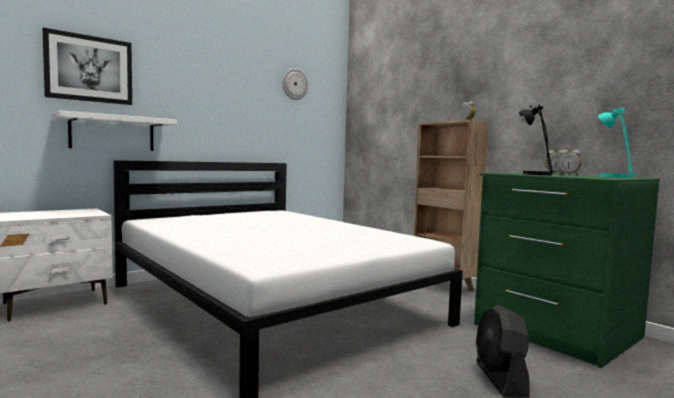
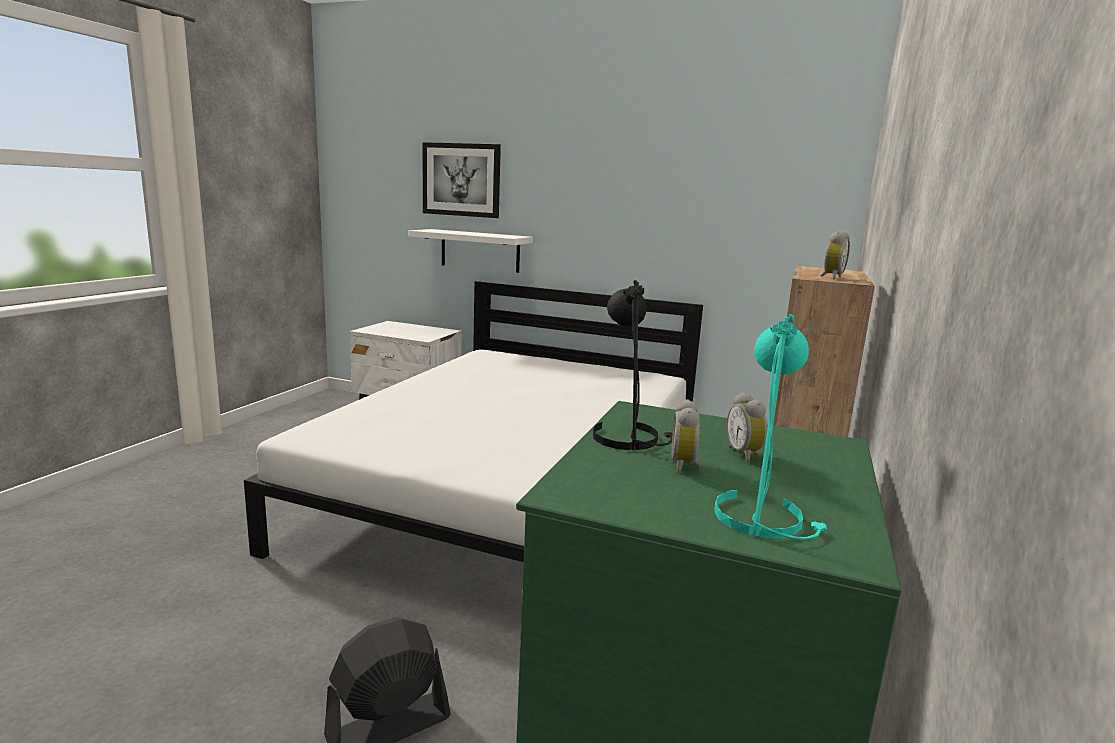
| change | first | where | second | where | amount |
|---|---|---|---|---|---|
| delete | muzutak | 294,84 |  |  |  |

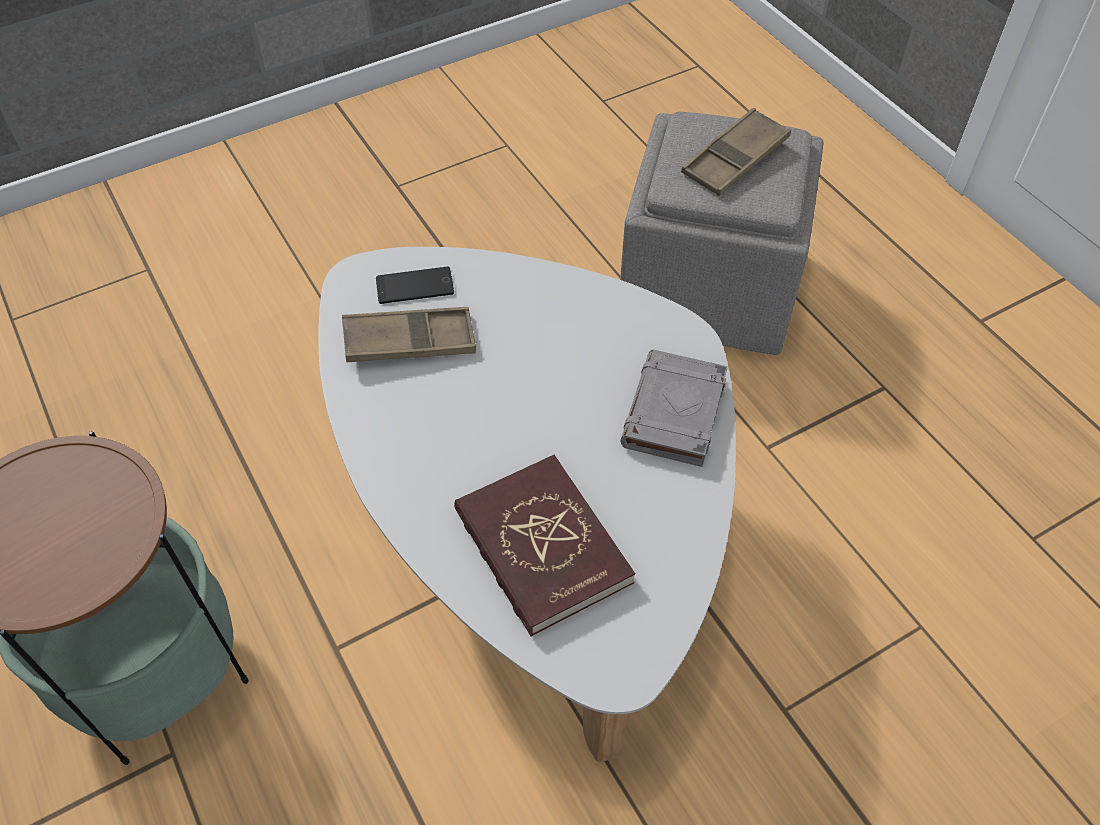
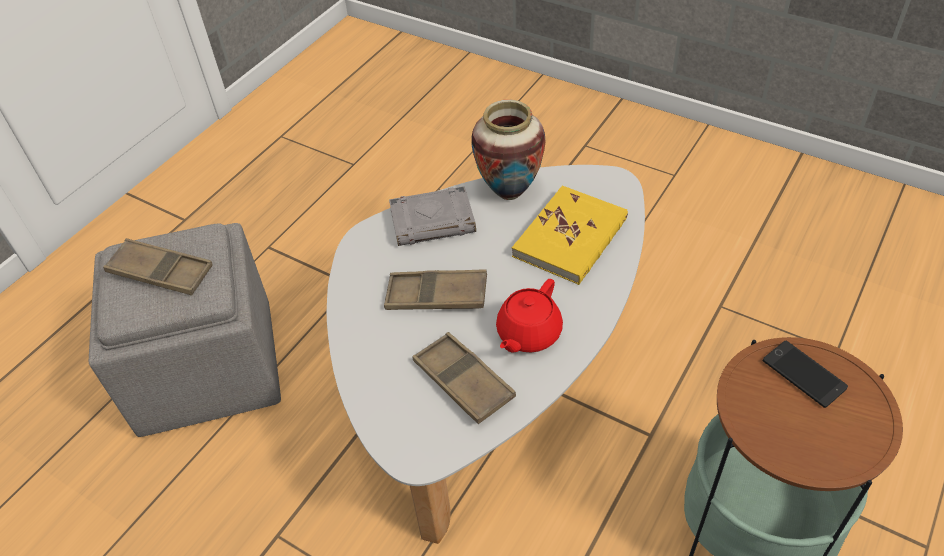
| change | first | where | second | where | amount |
|---|---|---|---|---|---|
| insert |  |  | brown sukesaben | 436,296 |  |
| insert |  |  | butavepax | 509,193 |  |
| insert |  |  | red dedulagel | 528,334 |  |
| move | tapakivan | 415,286 |  | 804,374 |  |
| recolor | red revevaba | 541,547 | yellow revevaba | 570,238 |  |

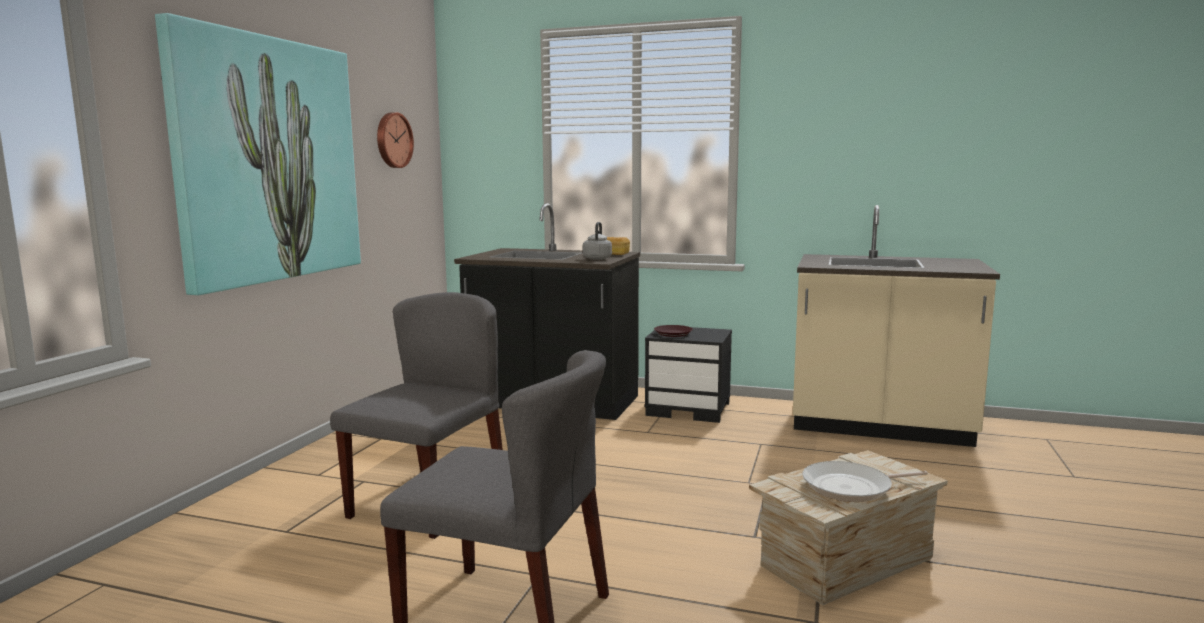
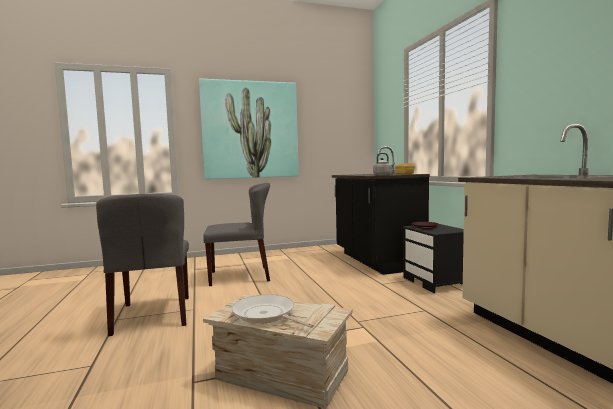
| change | first | where | second | where | amount |
|---|---|---|---|---|---|
| delete | muzutak | 393,140 |  |  |  |

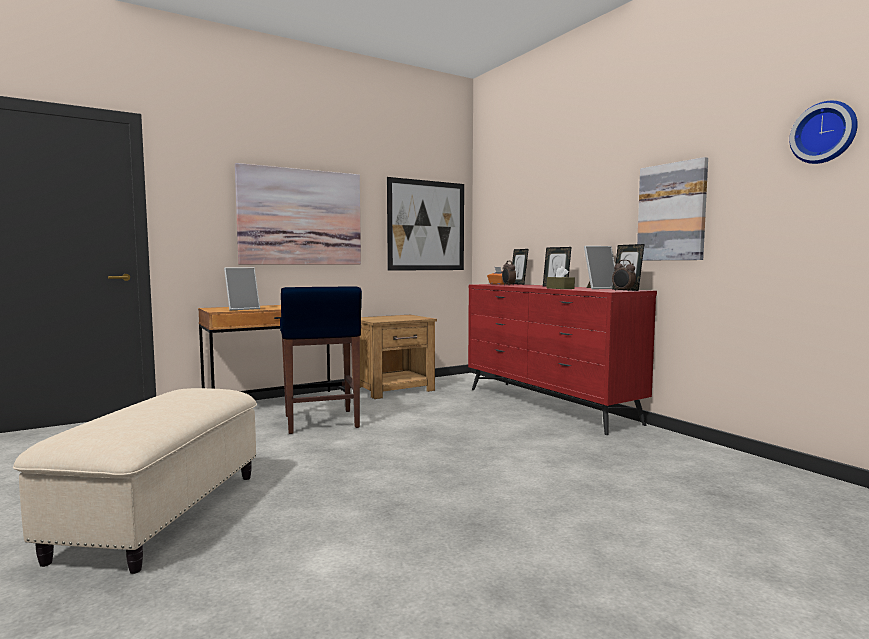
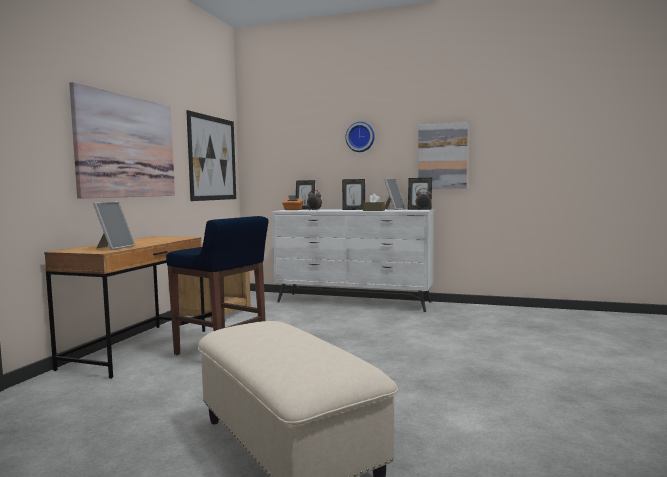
| change | first | where | second | where | amount |
|---|---|---|---|---|---|
| move | muzutak | 824,133 |  | 360,137 |  |
| recolor | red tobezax | 548,405 | white tobezax | 353,302 |  |

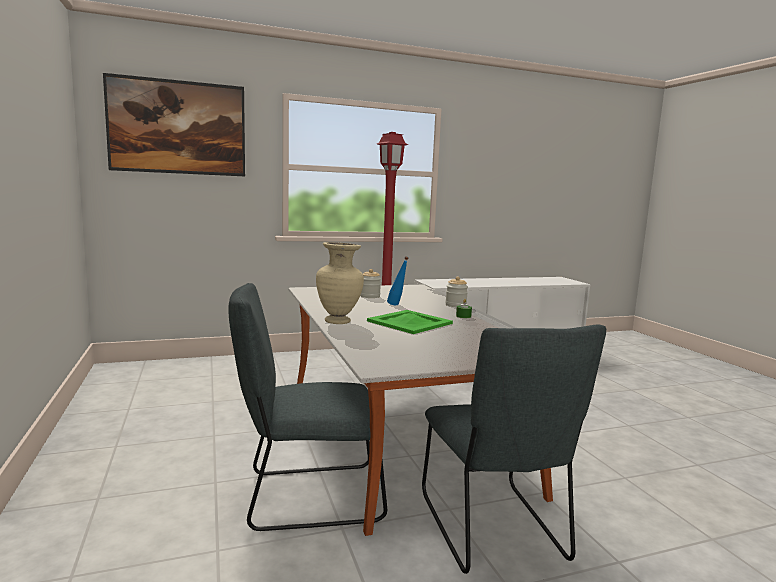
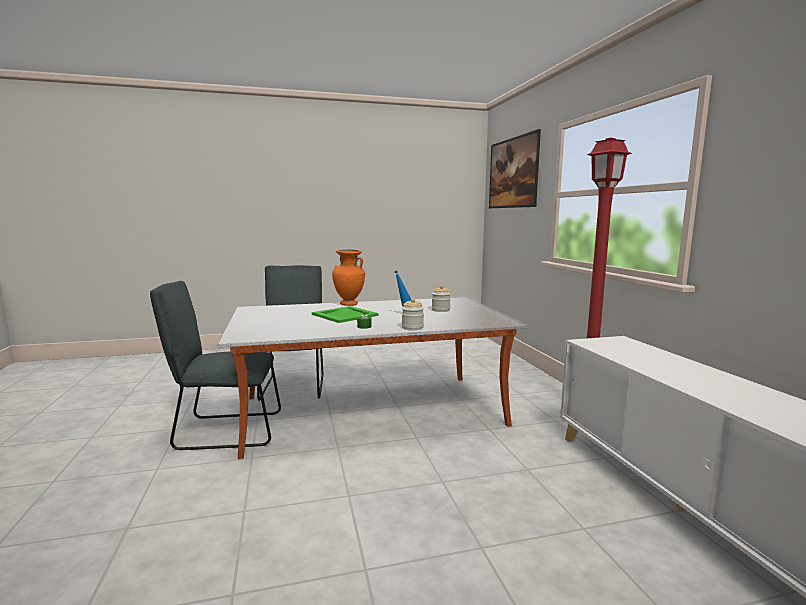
| change | first | where | second | where | amount |
|---|---|---|---|---|---|
| recolor | beige butavepax | 339,322 | orange butavepax | 349,304 |  |

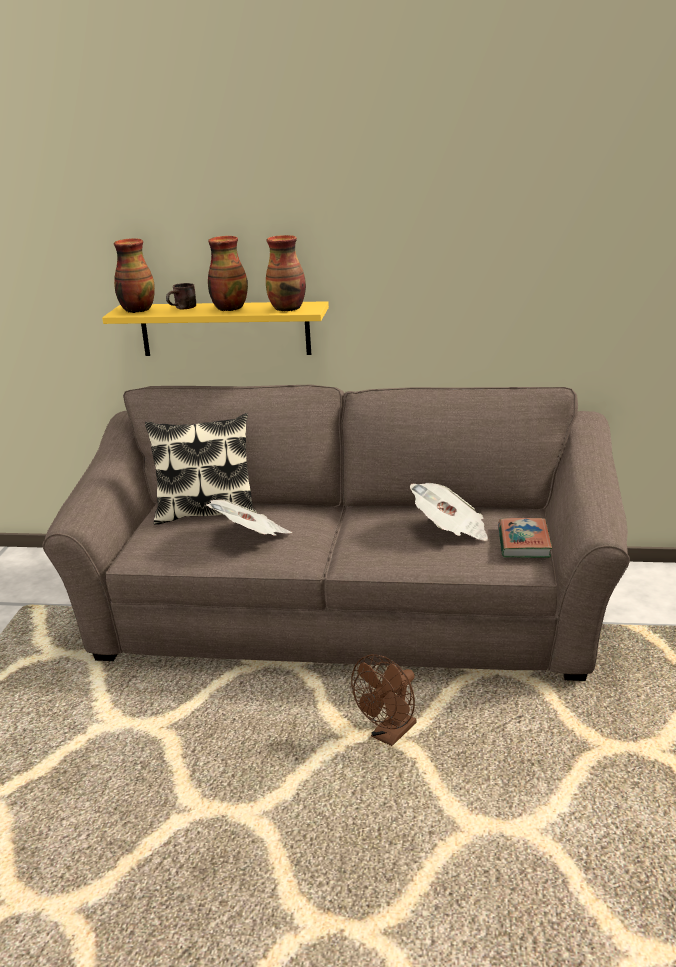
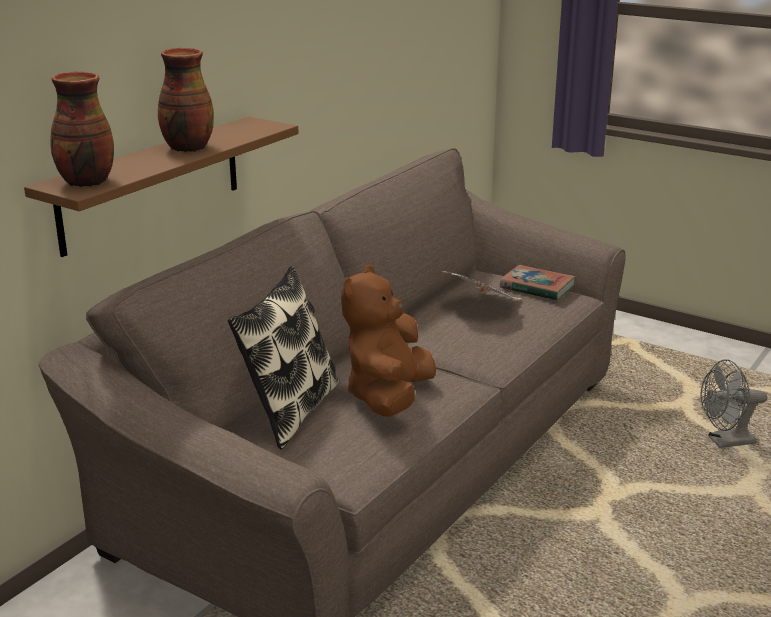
| change | first | where | second | where | amount |
|---|---|---|---|---|---|
| delete | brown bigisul | 183,308 |  |  |  |
| delete | butavepax | 288,308 |  |  |  |
| delete | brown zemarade | 389,735 |  |  |  |
| insert |  |  | grey zemarade | 725,442 |  |
| replace | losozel | 251,537 | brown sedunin | 388,397 |  |
| recolor | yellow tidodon | 225,329 | brown tidodon | 151,184 |  |

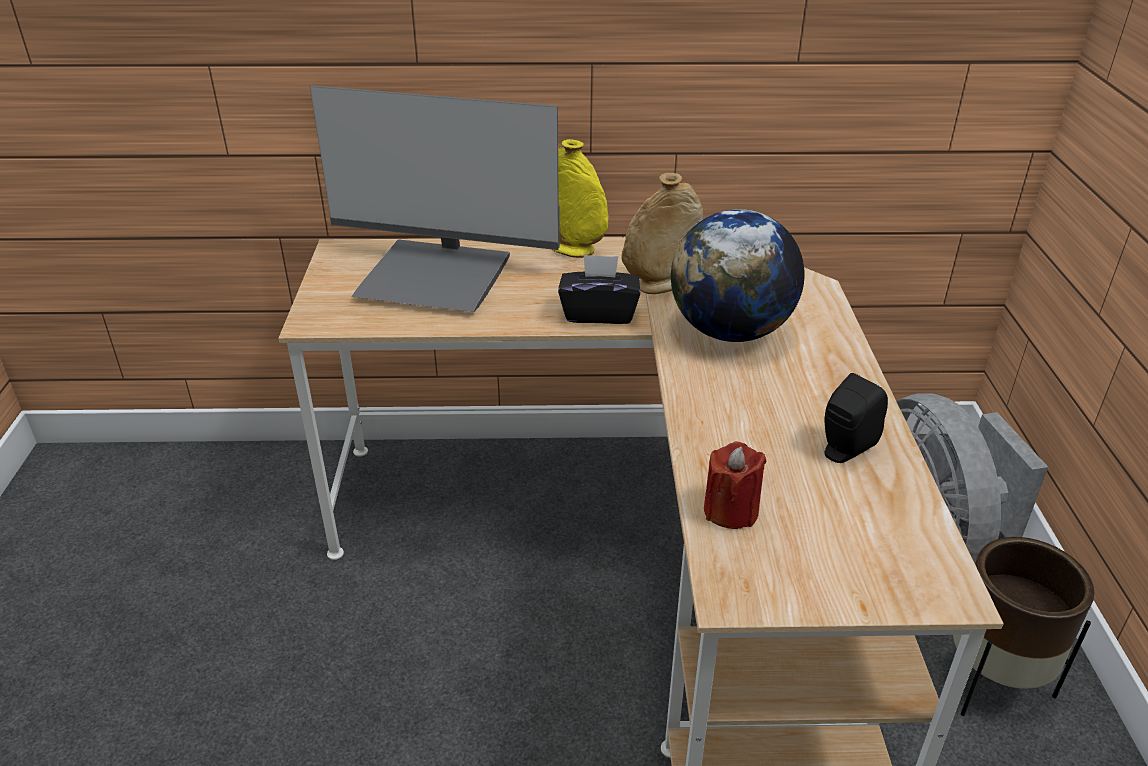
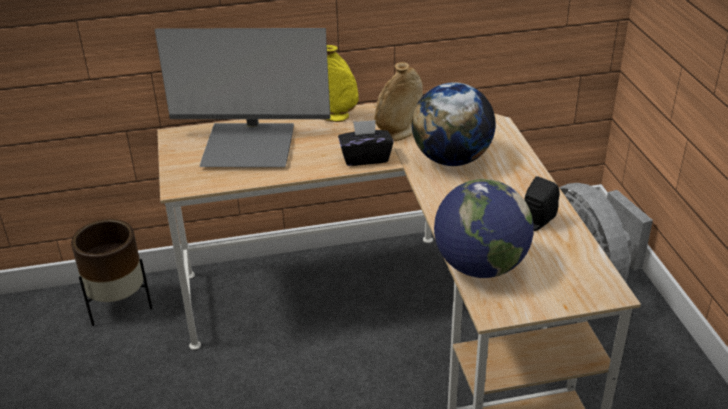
| change | first | where | second | where | amount |
|---|---|---|---|---|---|
| move | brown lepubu | 991,681 |  | 118,306 |  |
| replace | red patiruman | 730,511 | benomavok | 480,266 |  |

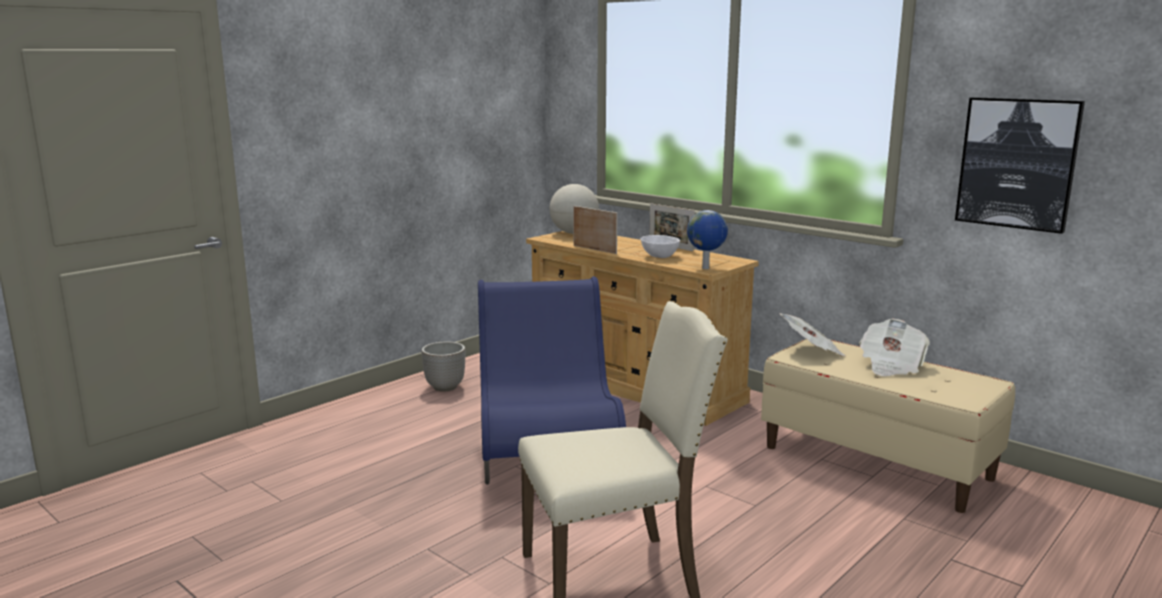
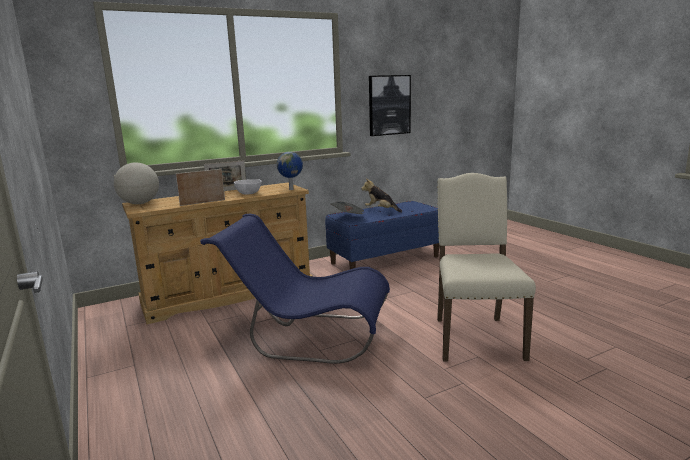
| change | first | where | second | where | amount |
|---|---|---|---|---|---|
| delete | lepubu | 445,387 |  |  |  |
| replace | losozel | 891,366 | sedunin | 381,210 |  |
| recolor | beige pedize | 877,462 | blue pedize | 385,260 |  |

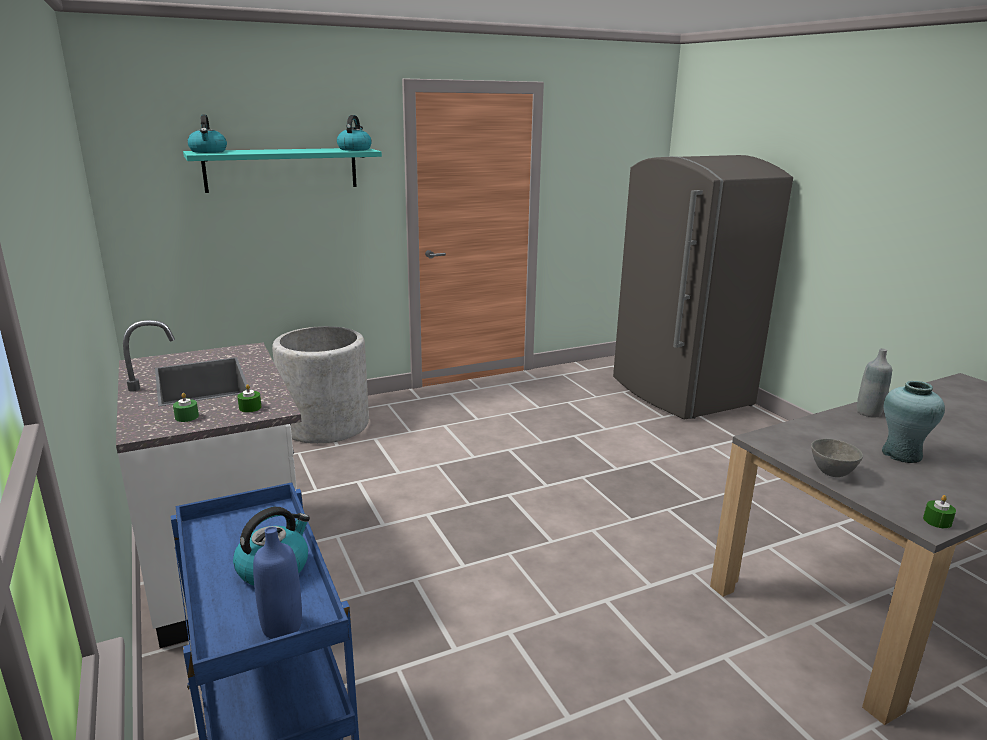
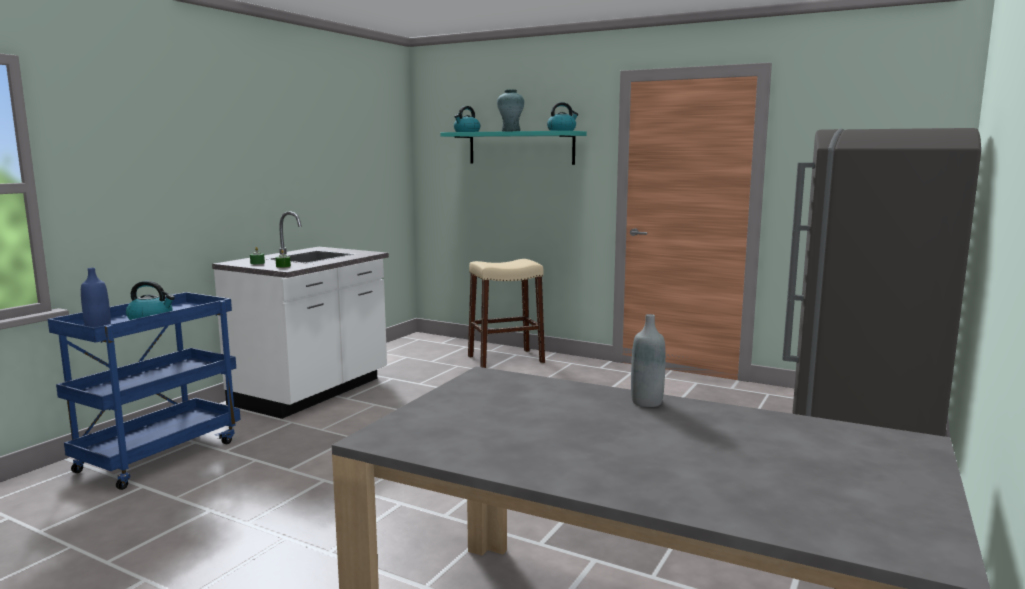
| change | first | where | second | where | amount |
|---|---|---|---|---|---|
| delete | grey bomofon | 831,473 |  |  |  |
| delete | green patiruman | 937,521 |  |  |  |
| move | turquoise butavepax | 902,454 |  | 510,131 |  |
| replace | grey lepubu | 325,425 | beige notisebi | 506,359 |  |

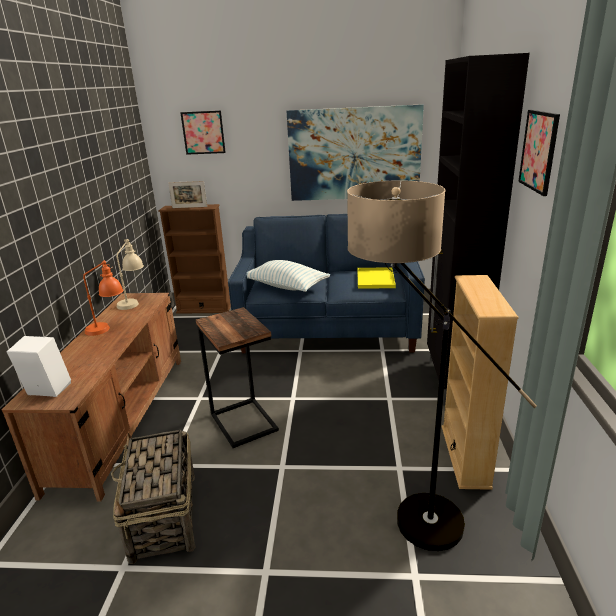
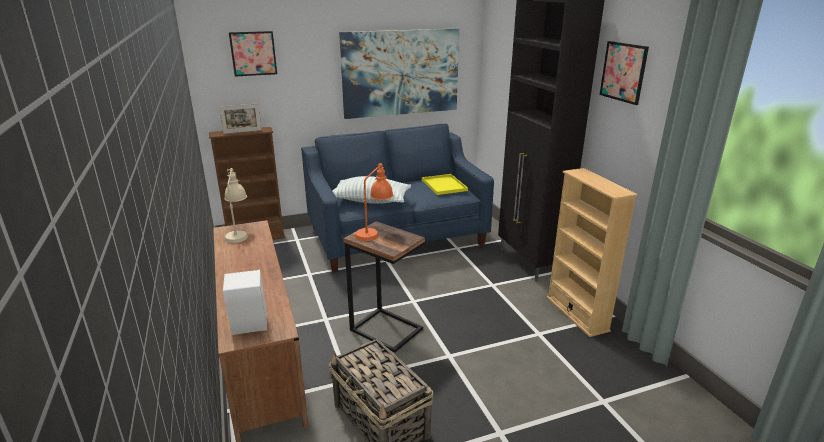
| change | first | where | second | where | amount |
|---|---|---|---|---|---|
| delete | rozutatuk | 405,510 |  |  |  |
| move | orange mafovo | 108,327 |  | 374,232 |  |

